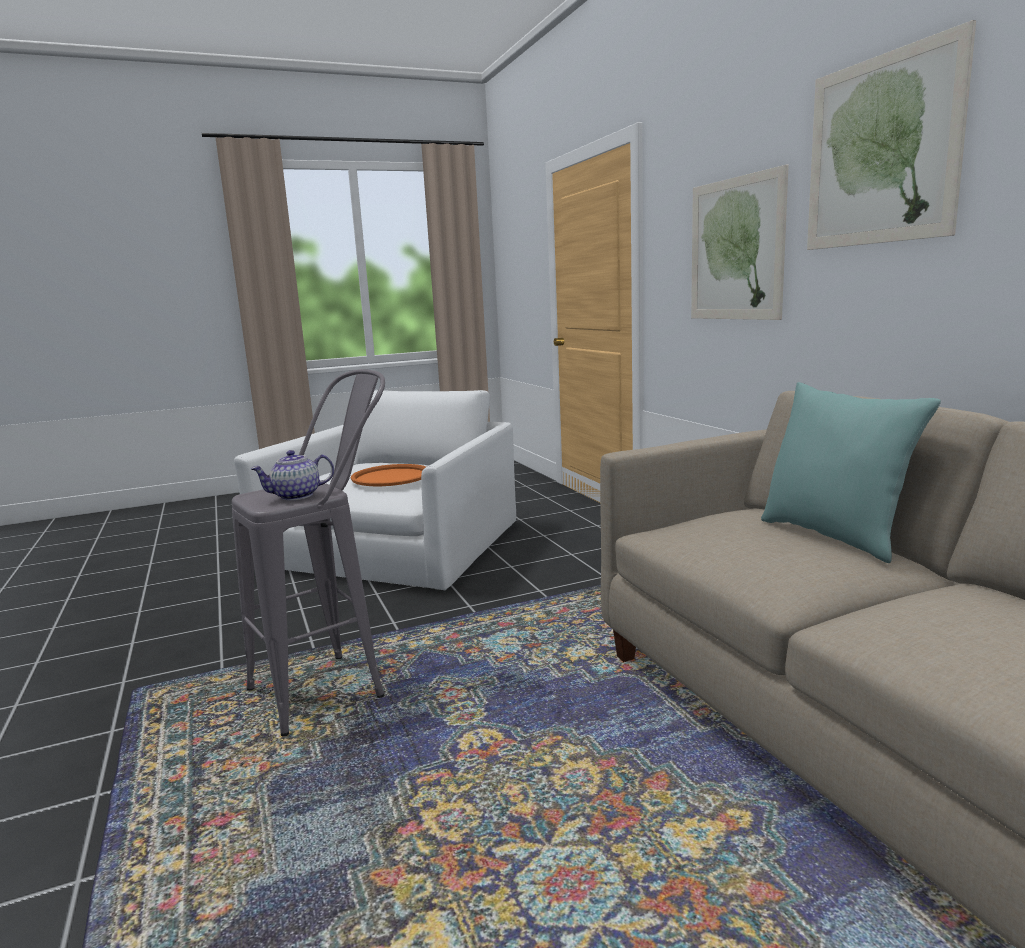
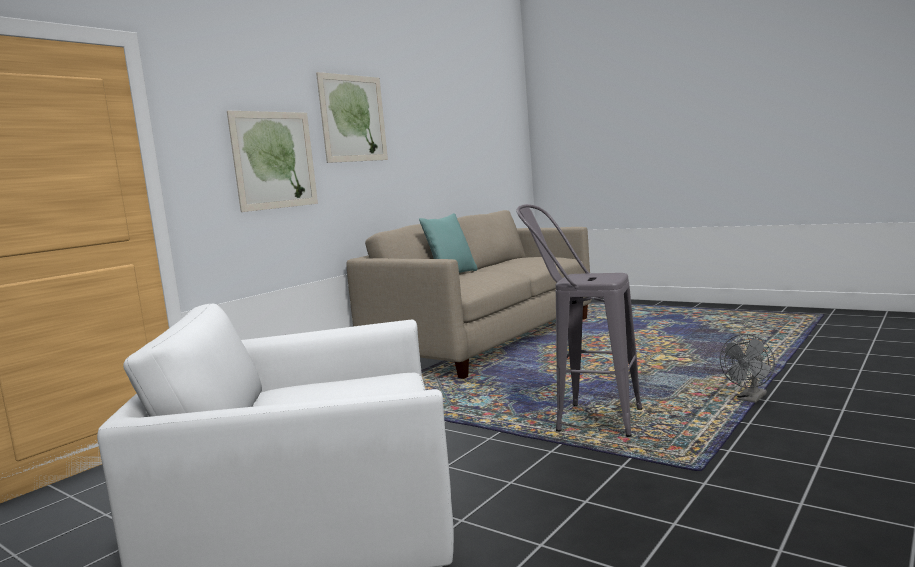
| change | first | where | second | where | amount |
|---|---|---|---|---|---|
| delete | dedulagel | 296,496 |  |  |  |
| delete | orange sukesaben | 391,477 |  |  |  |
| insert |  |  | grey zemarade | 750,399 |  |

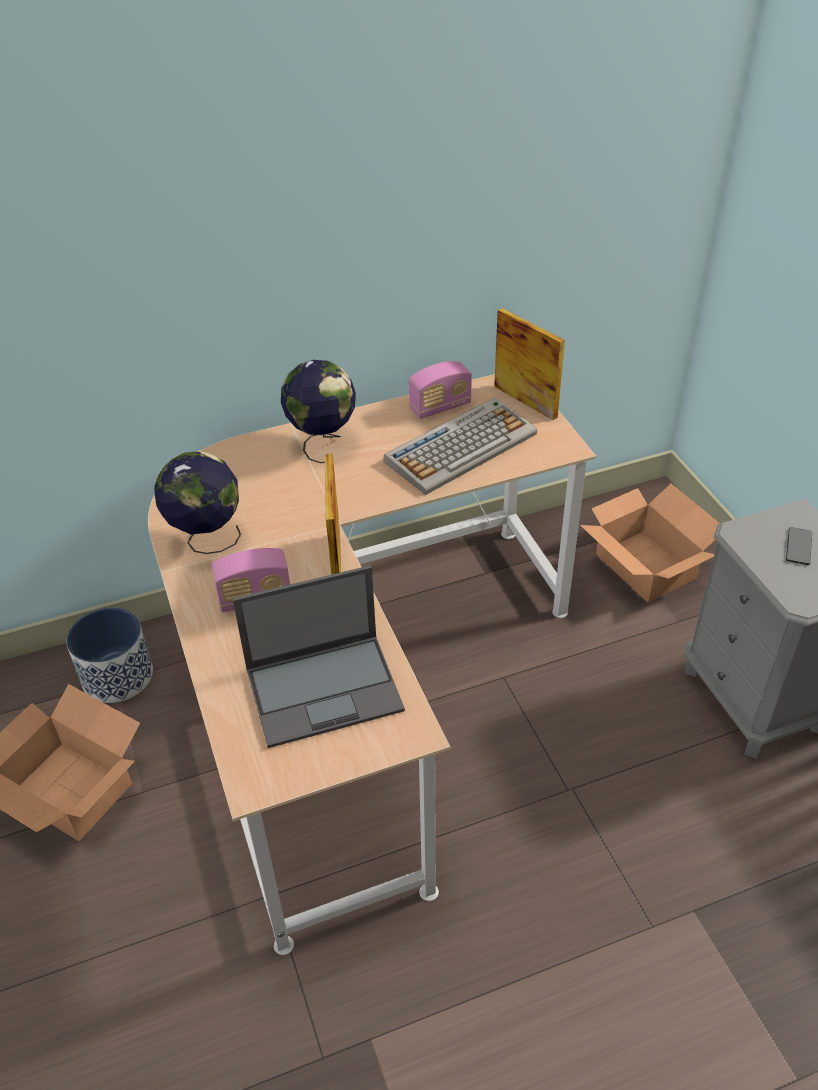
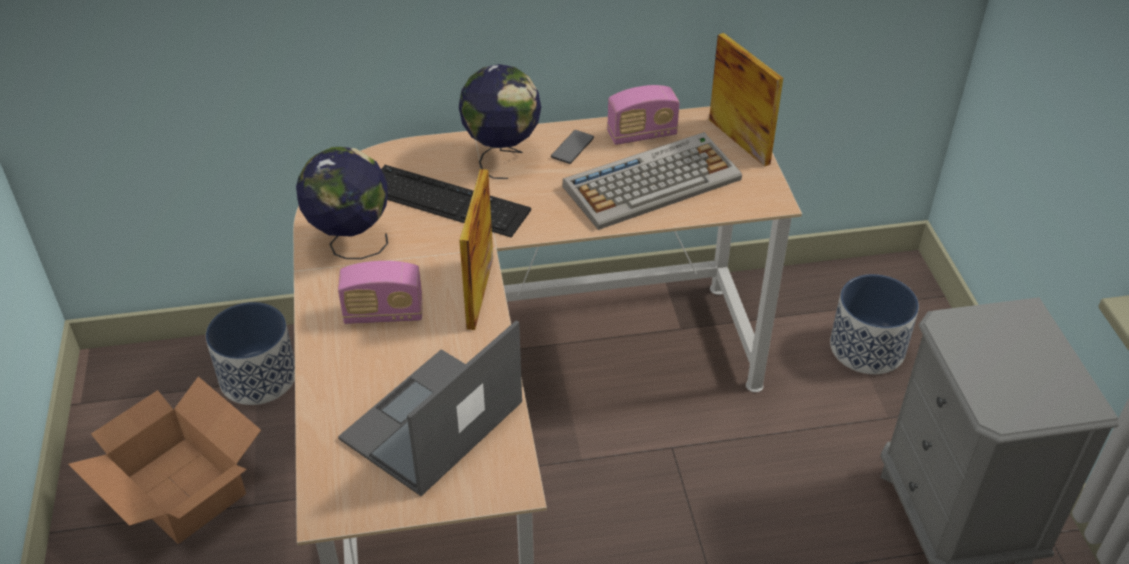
| change | first | where | second | where | amount |
|---|---|---|---|---|---|
| insert |  |  | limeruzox | 446,201 |  |
| move | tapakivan | 798,547 |  | 572,148 |  |
| replace | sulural | 645,565 | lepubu | 867,348 |  |
| rotate | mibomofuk | 325,688 |  | 431,423 | 135 degrees clockwise |

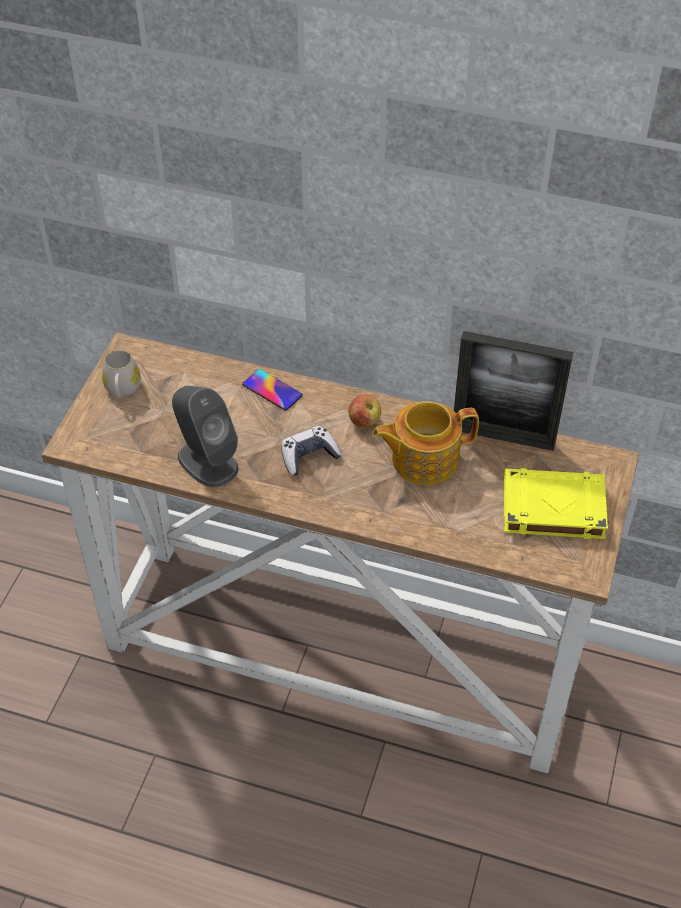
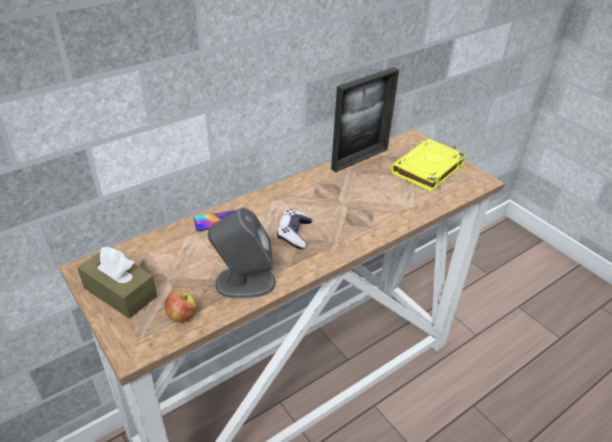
| change | first | where | second | where | amount |
|---|---|---|---|---|---|
| delete | dedulagel | 423,459 |  |  |  |
| move | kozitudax | 364,421 |  | 182,316 |  |
| replace | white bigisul | 122,390 | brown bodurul | 120,292 |  |

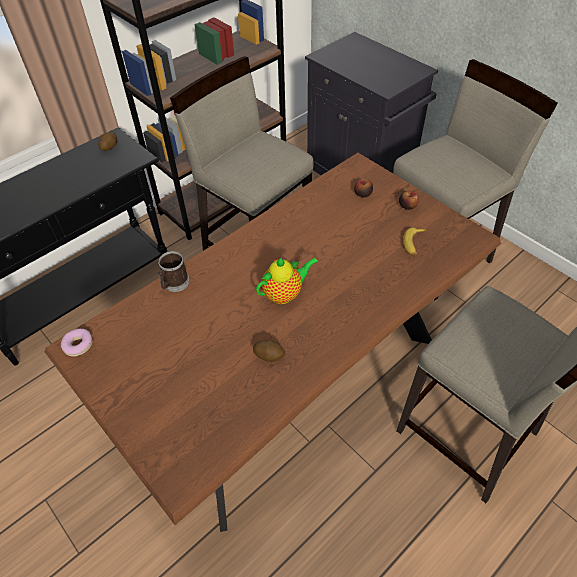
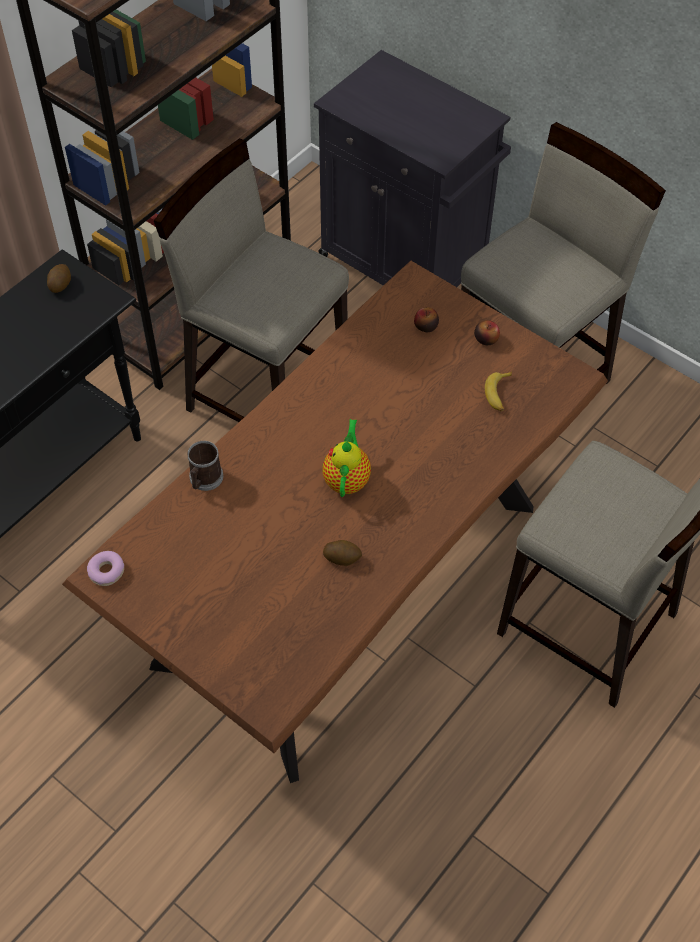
| change | first | where | second | where | amount |
|---|---|---|---|---|---|
| rotate | dedulagel | 285,294 |  | 347,478 | 45 degrees counterclockwise |

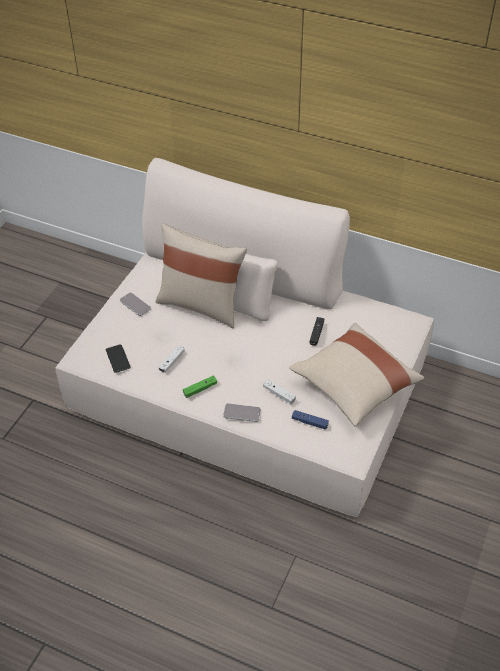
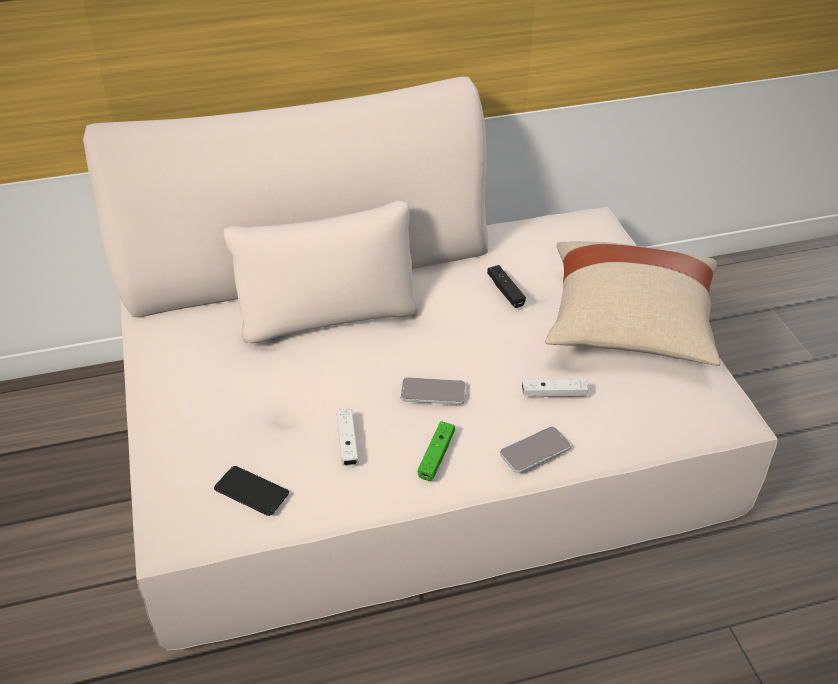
| change | first | where | second | where | amount |
|---|---|---|---|---|---|
| delete | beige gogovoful | 201,305 |  |  |  |
| delete | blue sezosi | 309,422 |  |  |  |
| move | tapakivan | 135,304 |  | 433,392 |  |

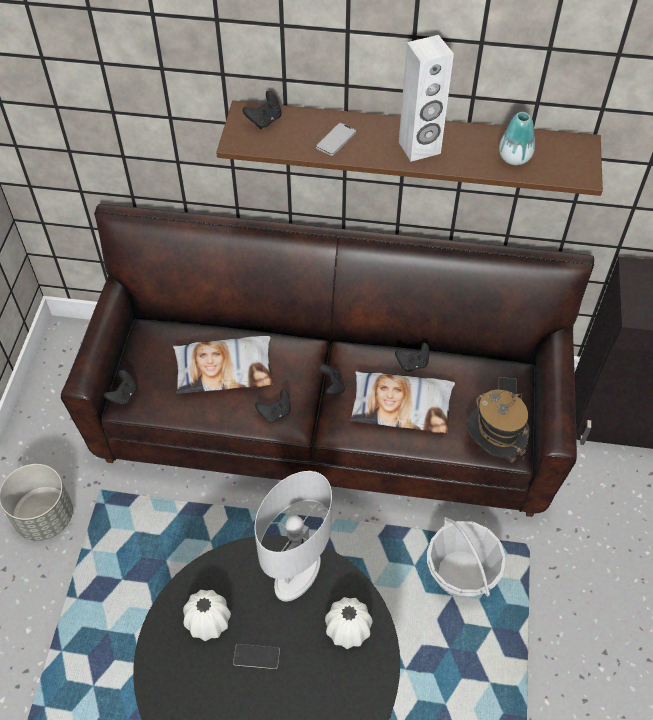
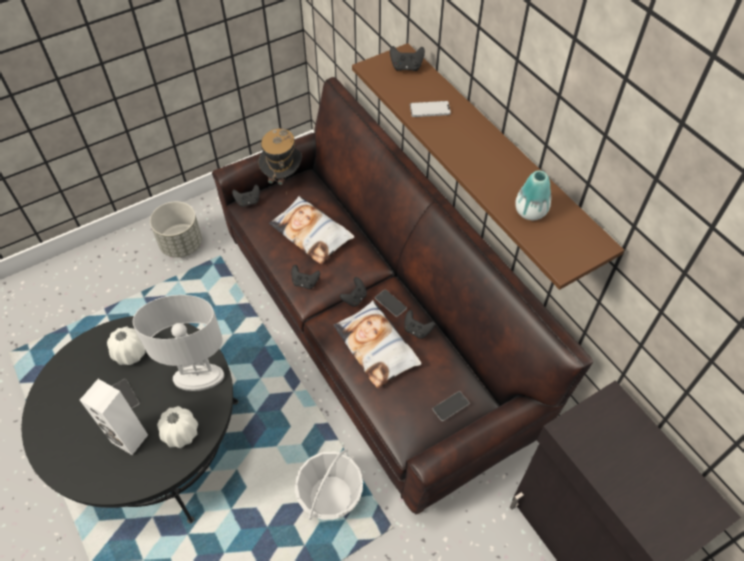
| change | first | where | second | where | amount |
|---|---|---|---|---|---|
| insert |  |  | tapakivan | 390,303 |  |
| move | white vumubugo | 419,148 |  | 129,439 |  |
| move | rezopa | 493,447 |  | 283,178 |  |

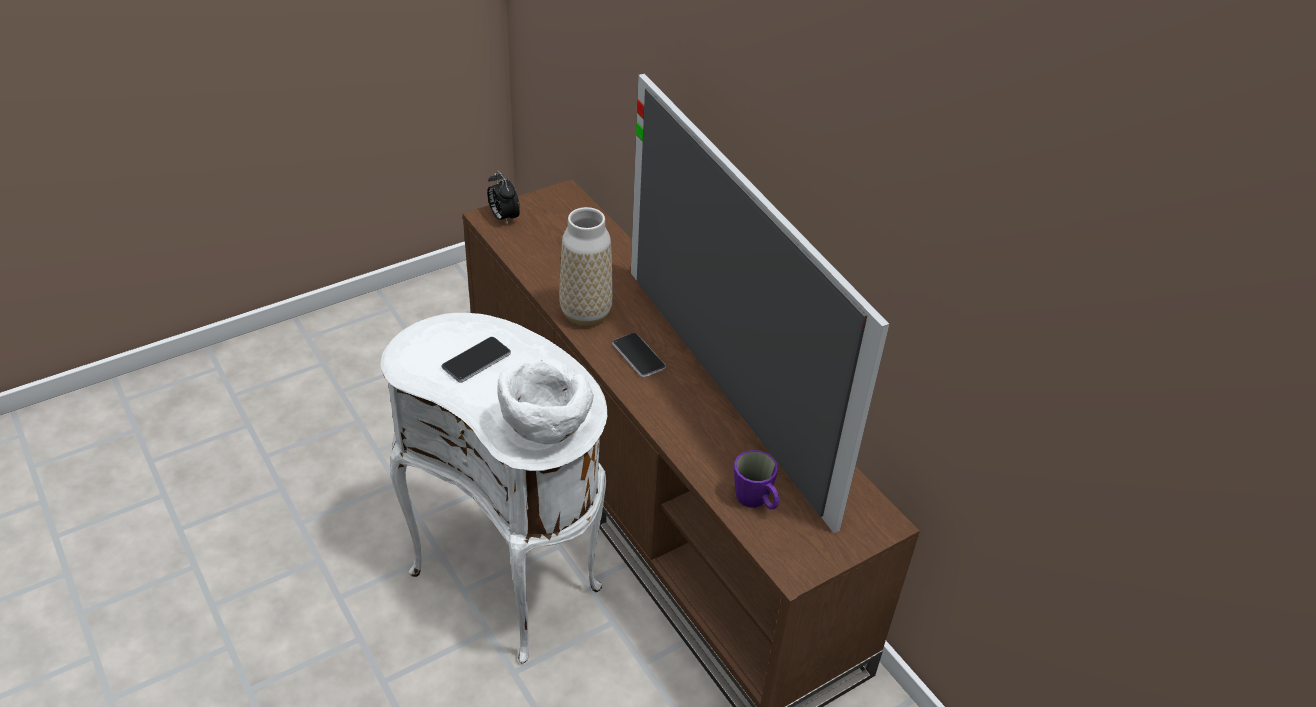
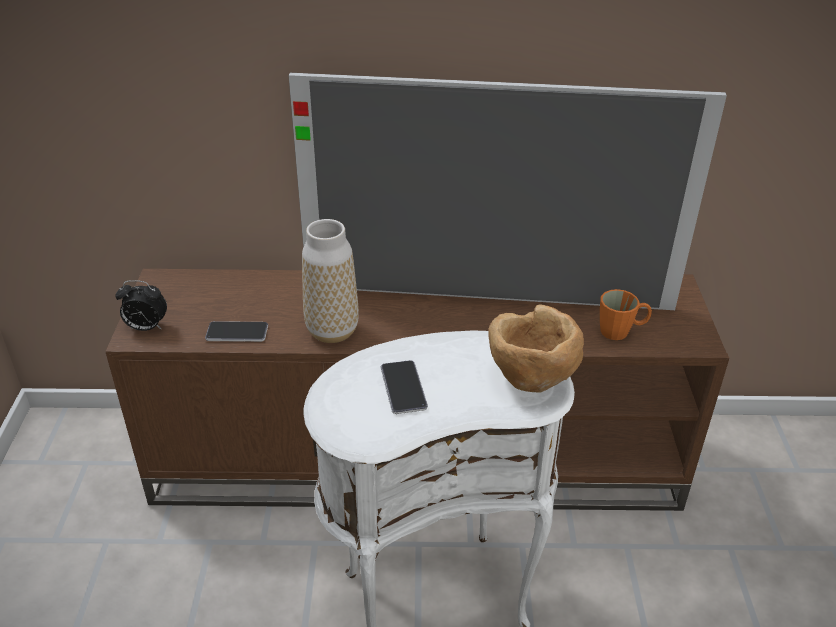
| change | first | where | second | where | amount |
|---|---|---|---|---|---|
| move | tapakivan | 638,356 |  | 237,332 |  |
| recolor | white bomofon | 544,429 | brown bomofon | 530,380 |  |
| recolor | purple bigisul | 756,501 | orange bigisul | 621,331 |  |

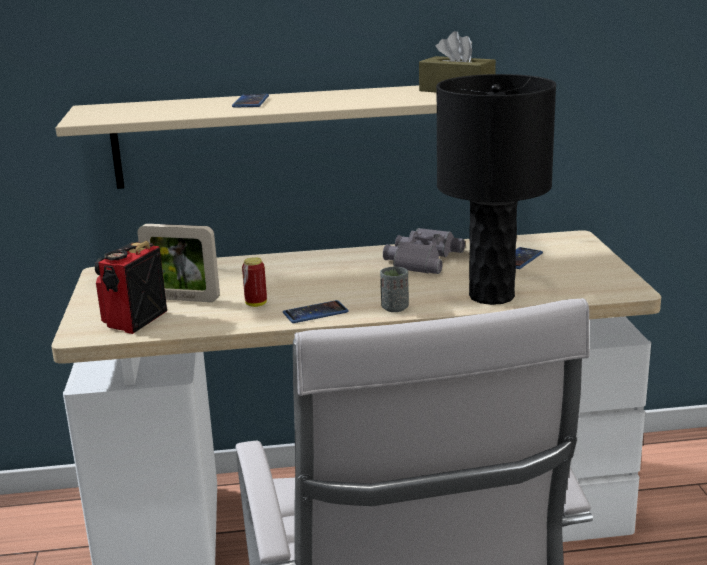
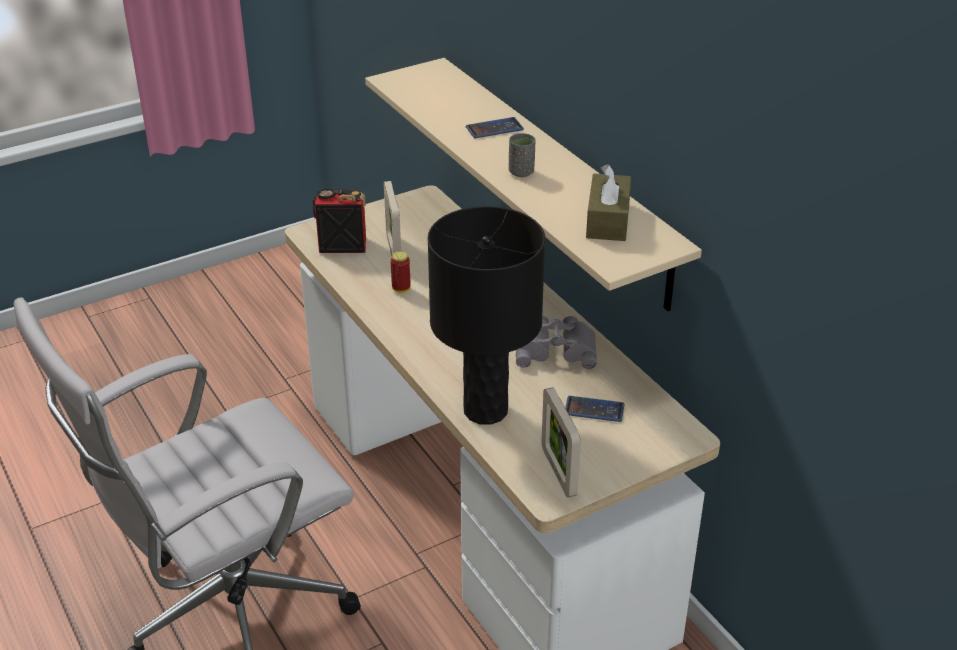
| change | first | where | second | where | amount |
|---|---|---|---|---|---|
| delete | tapakivan | 315,313 |  |  |  |
| insert |  |  | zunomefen | 558,472 |  |
| move | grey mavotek | 395,308 |  | 521,172 |  |

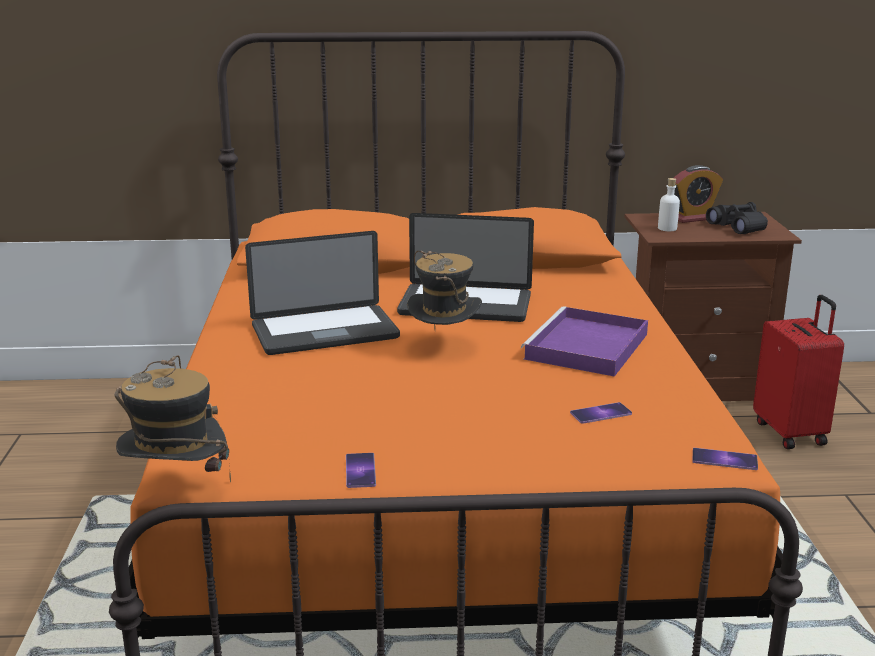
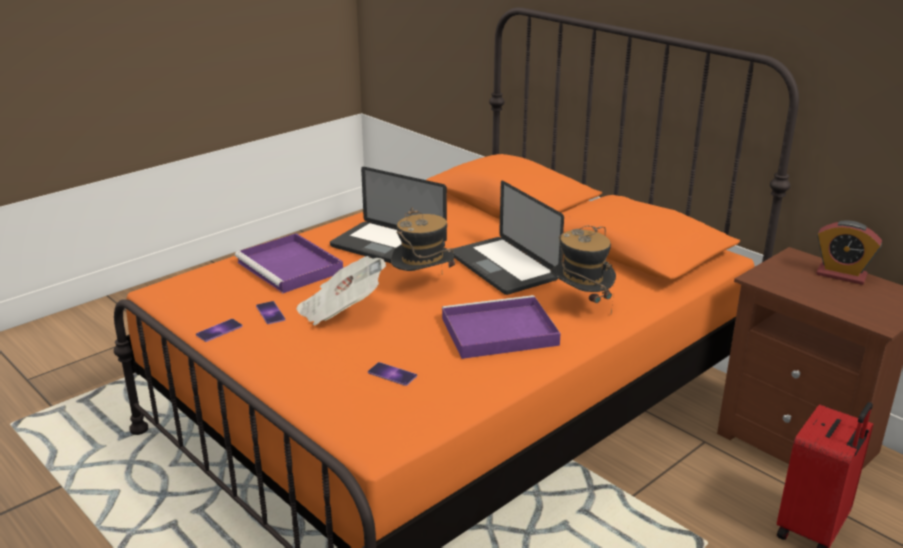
| change | first | where | second | where | amount |
|---|---|---|---|---|---|
| delete | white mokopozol | 667,228 |  |  |  |
| delete | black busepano | 738,227 |  |  |  |
| insert |  |  | purple sukesaben | 291,268 |  |
| insert |  |  | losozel | 341,311 |  |
| move | rezopa | 177,489 |  | 580,306 |  |
| move | tapakivan | 724,459 |  | 270,313 |  |

